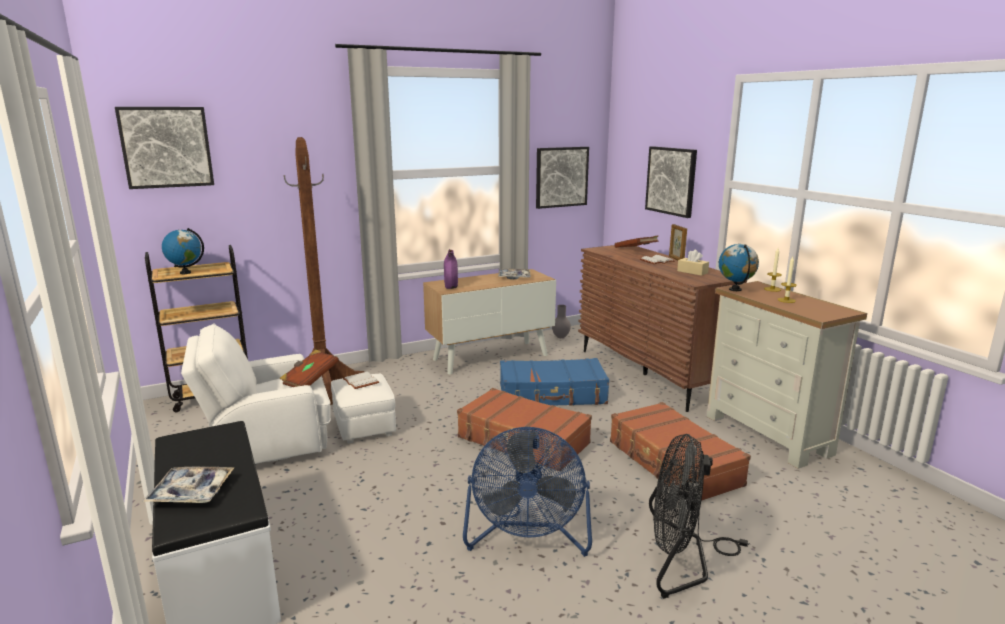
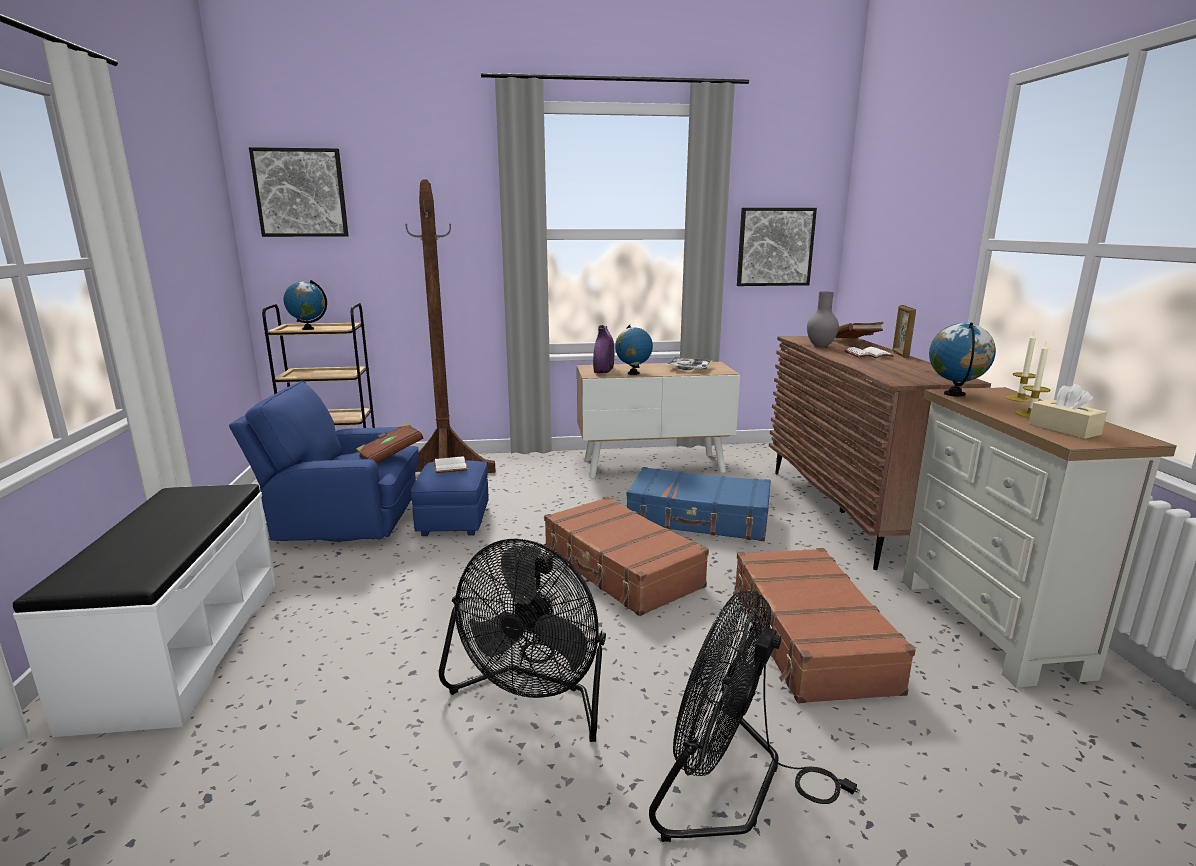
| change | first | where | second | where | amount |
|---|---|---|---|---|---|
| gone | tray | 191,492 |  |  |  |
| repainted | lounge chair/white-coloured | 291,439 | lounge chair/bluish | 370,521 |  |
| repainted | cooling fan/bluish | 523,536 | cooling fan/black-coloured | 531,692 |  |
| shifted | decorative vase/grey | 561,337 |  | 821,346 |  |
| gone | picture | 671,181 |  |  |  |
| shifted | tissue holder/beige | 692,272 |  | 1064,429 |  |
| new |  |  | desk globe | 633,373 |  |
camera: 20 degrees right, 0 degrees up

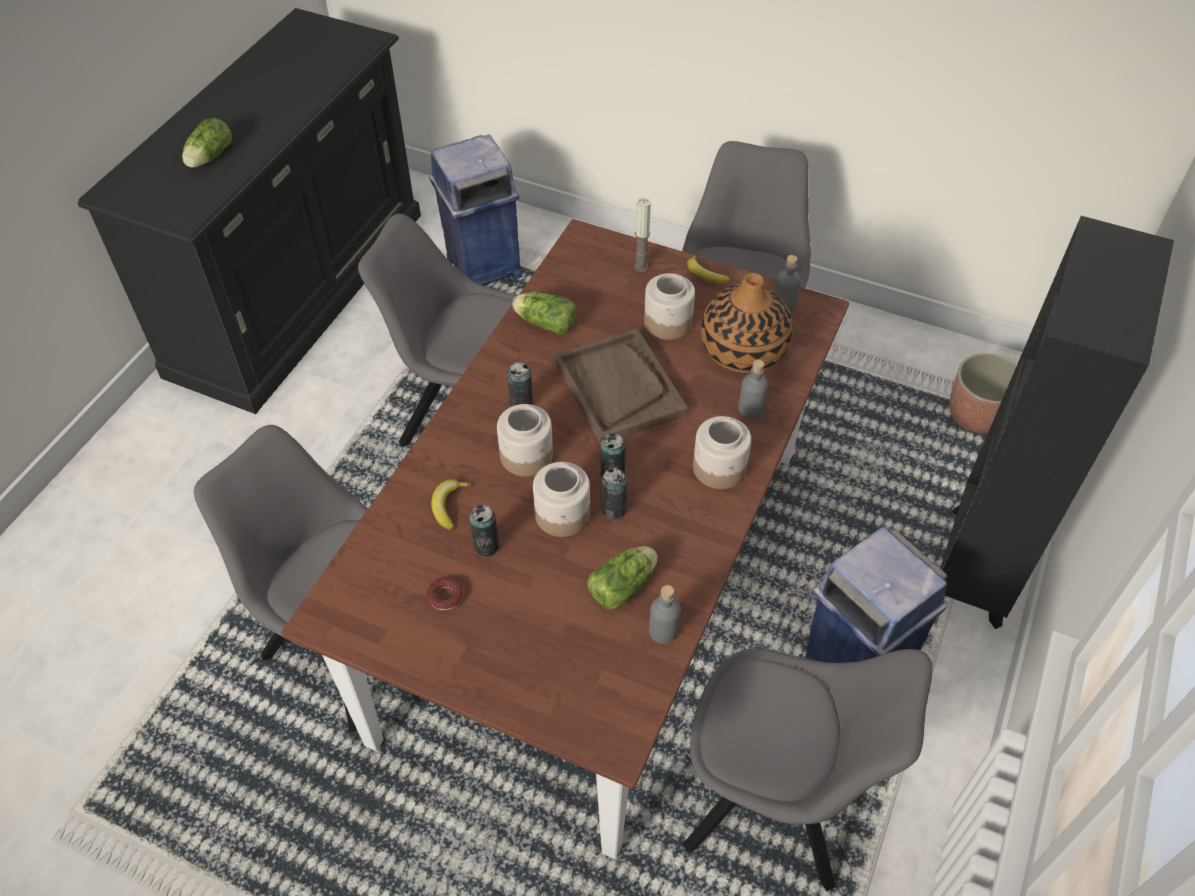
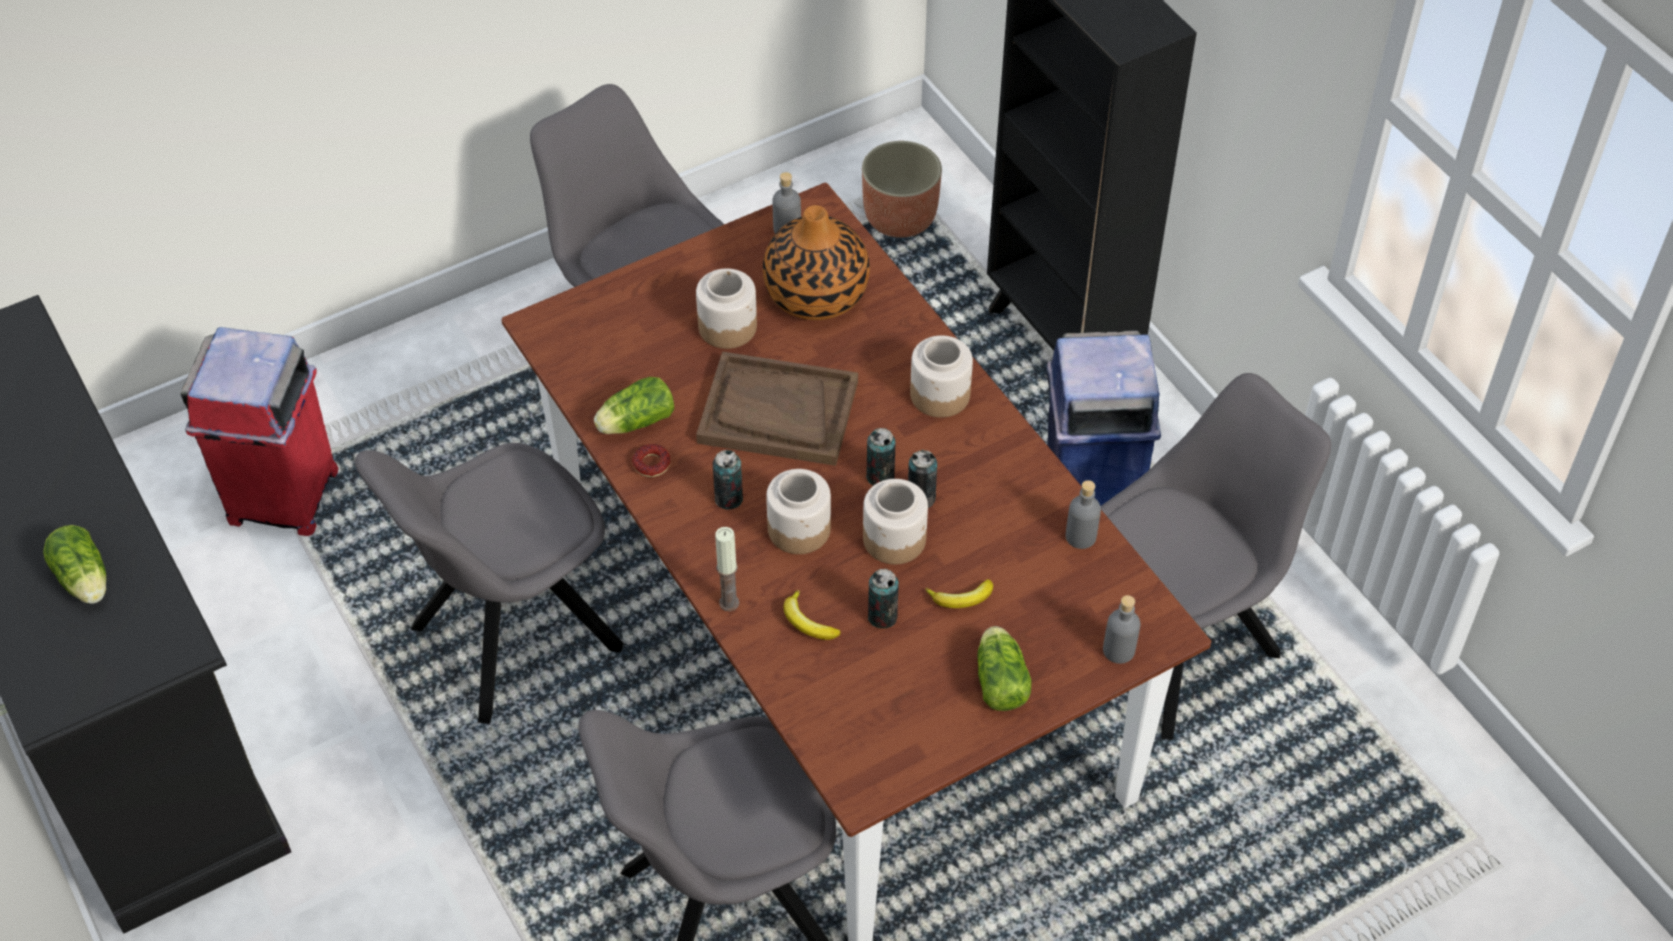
| change | first | where | second | where | amount |
|---|---|---|---|---|---|
| shifted | donut | 445,596 |  | 651,464 |  |
| repainted | rubbish bin/bluish | 482,268 | rubbish bin/reddish | 282,498 |  |
| shifted | lettuce head | 625,585 |  | 1000,679 |  |
| shifted | wax light | 641,267 |  | 729,603 |  |
| shifted | whole banana | 705,275 |  | 961,599 |  |
| shifted | bottle/grey | 750,409 |  | 1119,650 |  |
camera: 55 degrees left, 0 degrees up

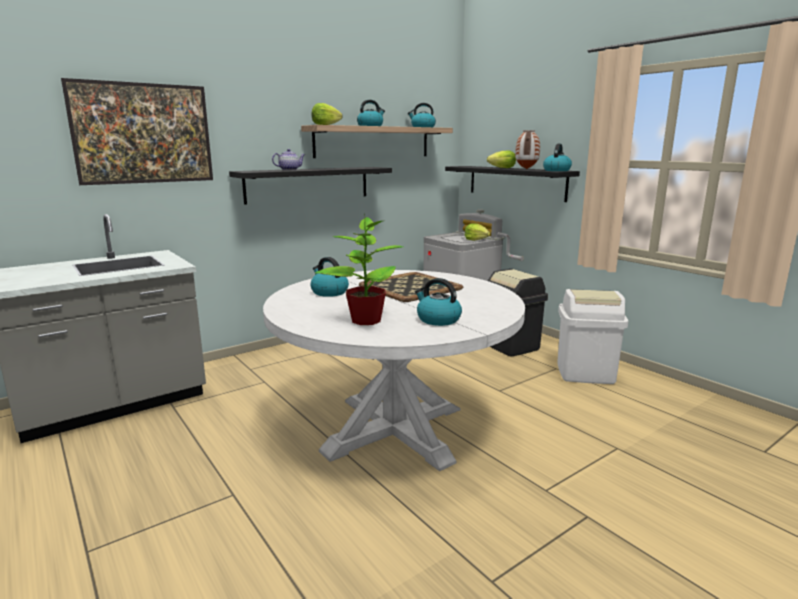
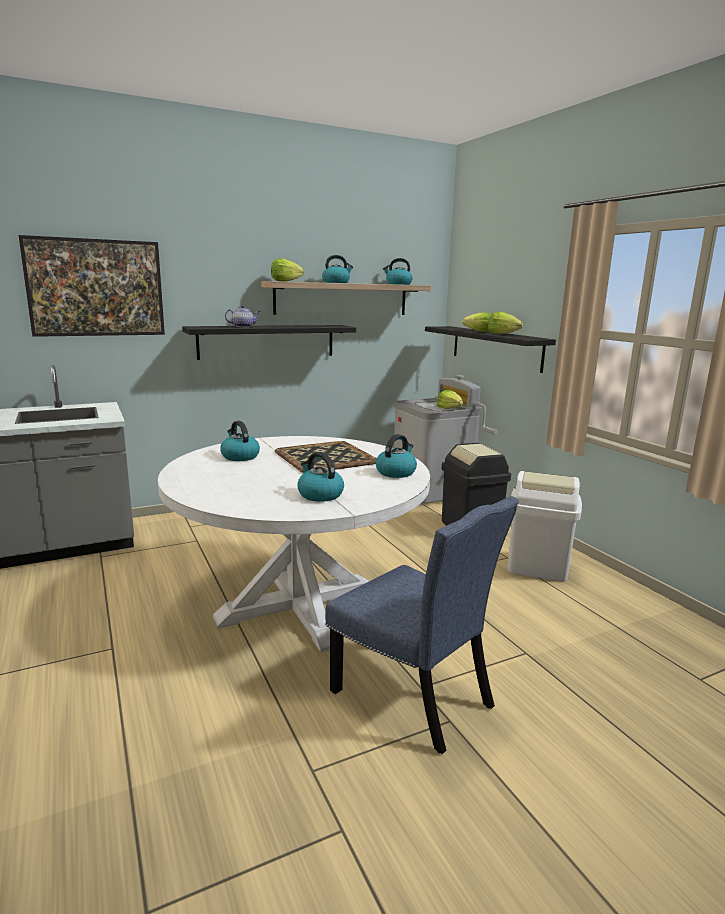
| change | first | where | second | where | amount |
|---|---|---|---|---|---|
| gone | potted plant | 366,320 |  |  |  |
| swapped | decorative vase | 526,169 | lettuce head | 502,334 |  |
| shifted | water kettle | 556,170 |  | 396,472 |  |
| new |  |  | upright chair/bluish | 411,694 |  |
camera: 10 degrees right, 0 degrees up

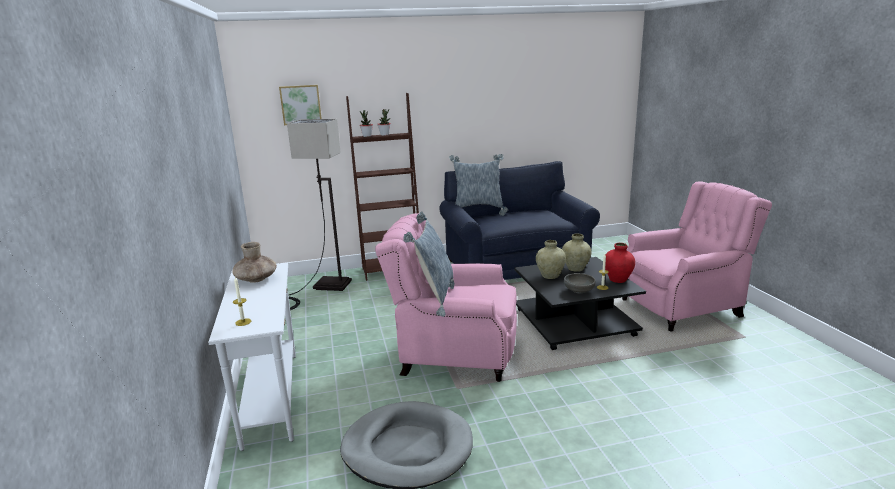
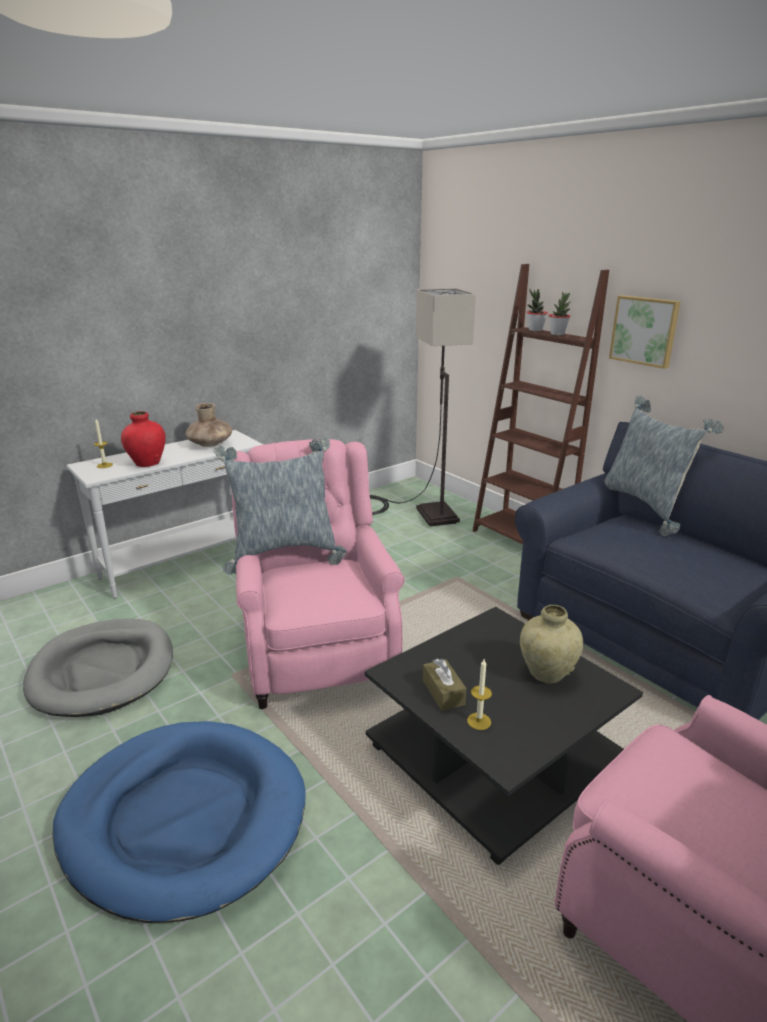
| change | first | where | second | where | amount |
|---|---|---|---|---|---|
| shifted | picture | 300,104 |  | 645,331 |  |
| gone | decorative vase/beige | 550,276 |  |  |  |
| swapped | deep dish/grey | 579,290 | tissue holder/brown | 443,692 |  |
| shifted | decorative vase/reddish | 617,280 |  | 147,463 |  |
| new |  |  | dog cushion/bluish | 184,819 |  |
camera: 65 degrees right, 5 degrees up

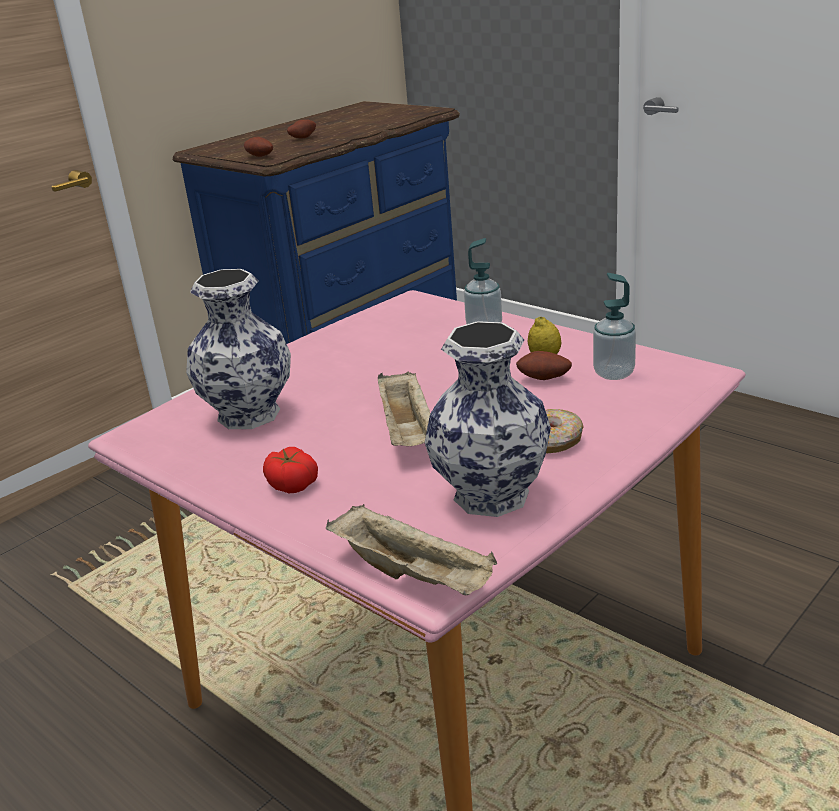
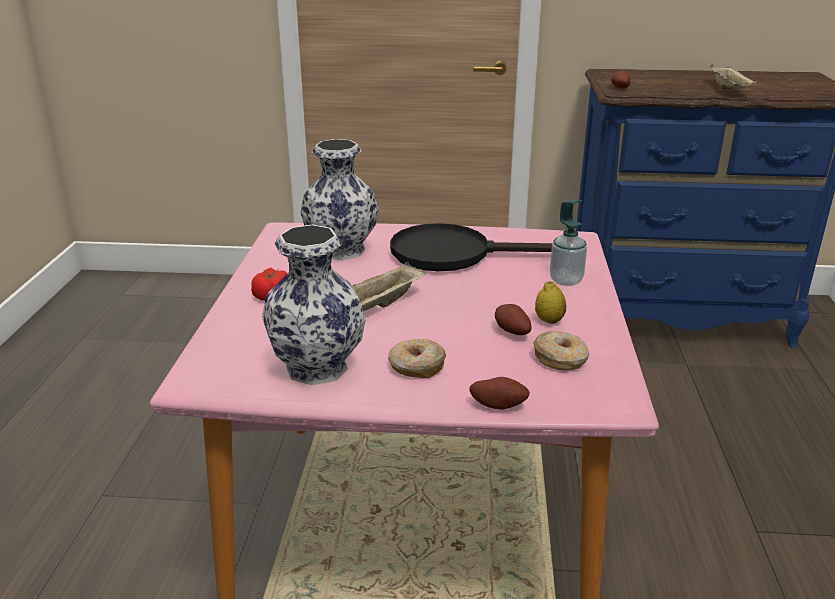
| change | first | where | second | where | amount |
|---|---|---|---|---|---|
| shifted | spud | 302,138 |  | 498,405 |  |
| shifted | tray/beige | 414,575 |  | 729,90 |  |
| swapped | liquid soap bottle | 613,373 | donut | 560,359 |  |
| new |  |  | skillet/black-coloured | 455,254 |  |
camera: 50 degrees right, 0 degrees up

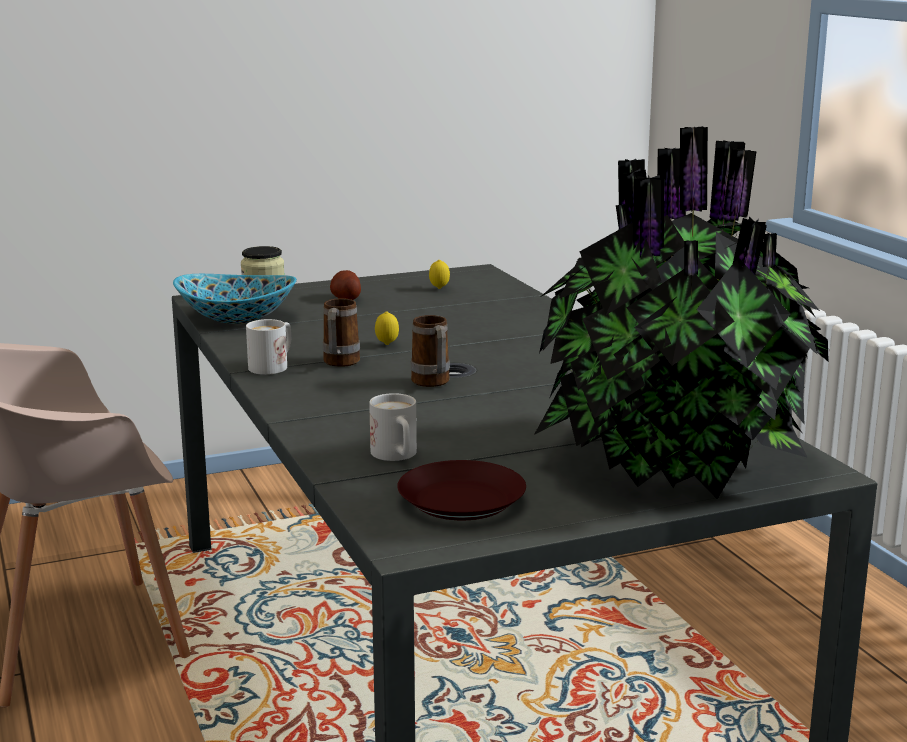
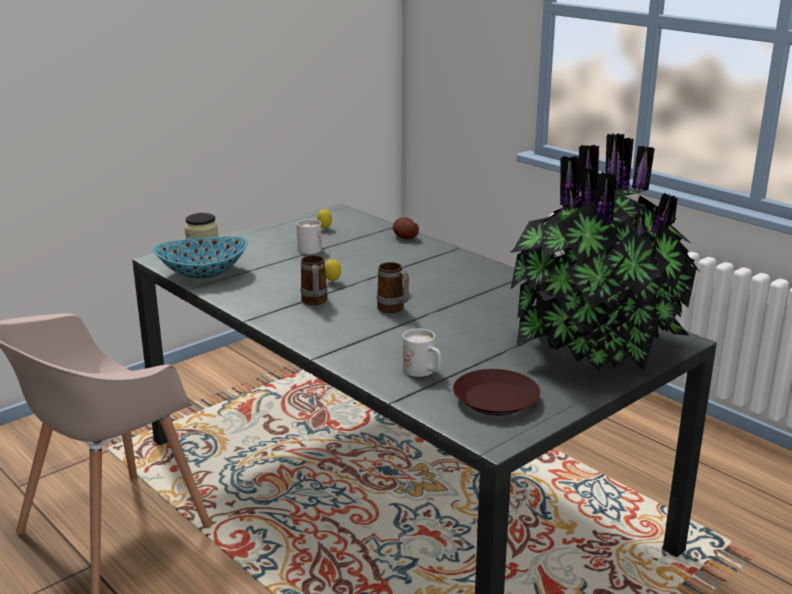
| change | first | where | second | where | amount |
|---|---|---|---|---|---|
| shifted | mug/white-coloured | 273,366 |  | 311,248 |  |
| shifted | spud | 346,298 |  | 405,237 |  |
camera: 20 degrees left, 5 degrees up

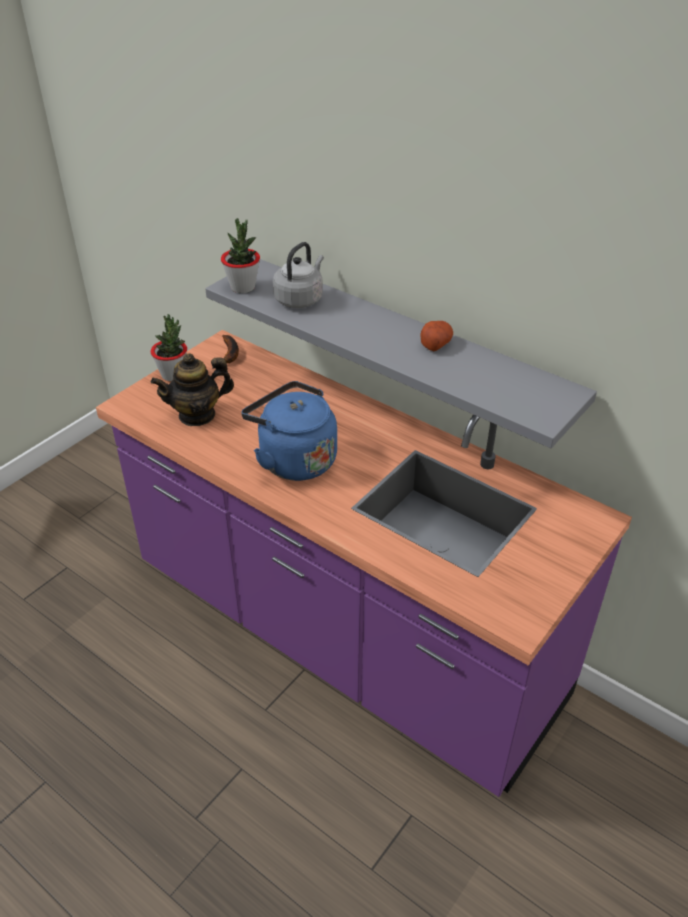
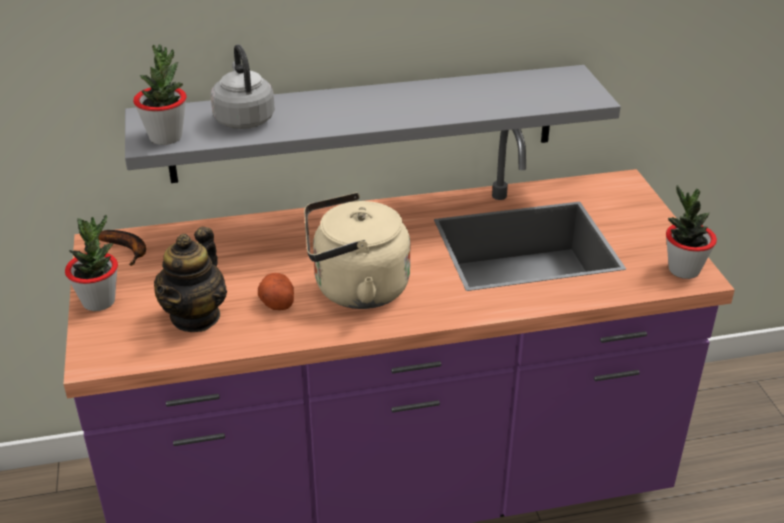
| change | first | where | second | where | amount |
|---|---|---|---|---|---|
| repainted | water kettle/bluish | 293,459 | water kettle/beige | 355,289 |  |
| shifted | spud | 435,344 |  | 276,301 |  |
| new |  |  | potted plant | 683,270 |  |
camera: 50 degrees left, 5 degrees down

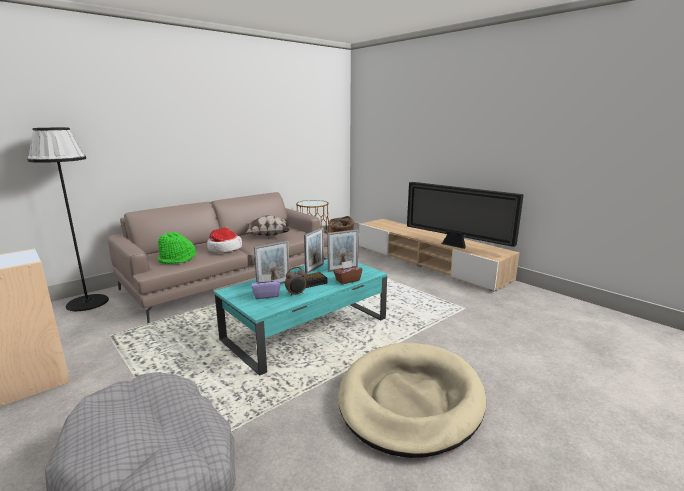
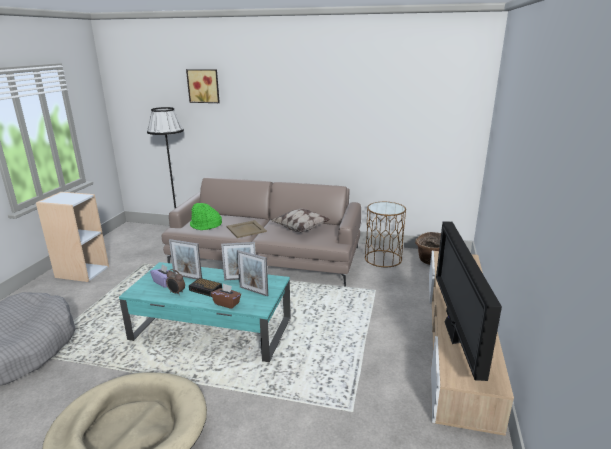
| change | first | where | second | where | amount |
|---|---|---|---|---|---|
| swapped | clothing hat | 224,249 | tray/beige | 246,229 |  |
| new |  |  | picture | 204,86 |  |
camera: 55 degrees right, 5 degrees up

